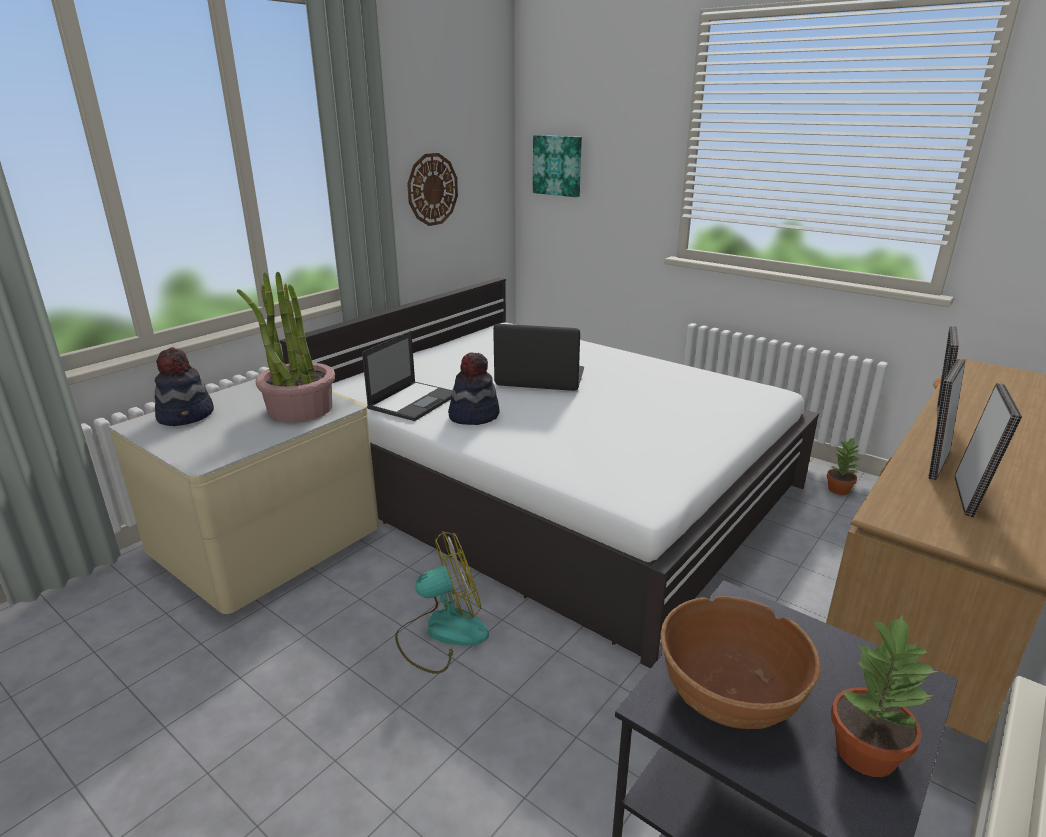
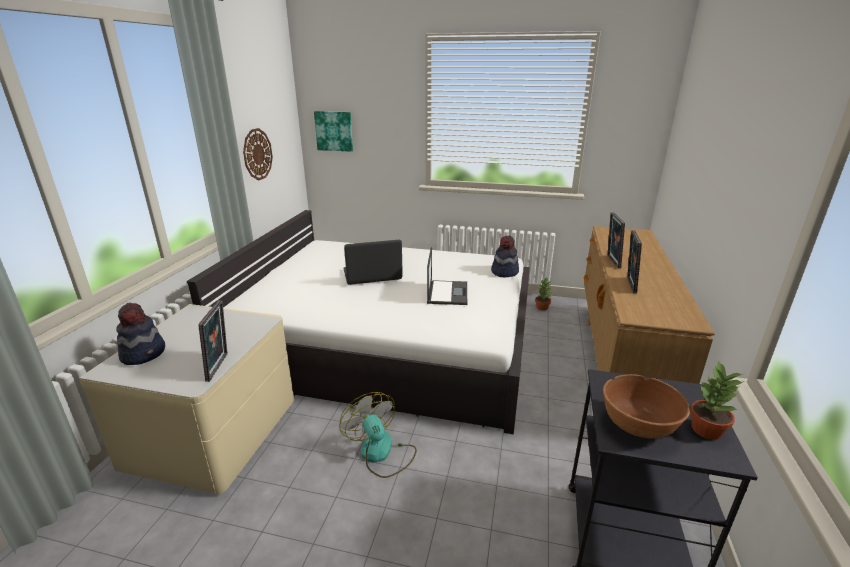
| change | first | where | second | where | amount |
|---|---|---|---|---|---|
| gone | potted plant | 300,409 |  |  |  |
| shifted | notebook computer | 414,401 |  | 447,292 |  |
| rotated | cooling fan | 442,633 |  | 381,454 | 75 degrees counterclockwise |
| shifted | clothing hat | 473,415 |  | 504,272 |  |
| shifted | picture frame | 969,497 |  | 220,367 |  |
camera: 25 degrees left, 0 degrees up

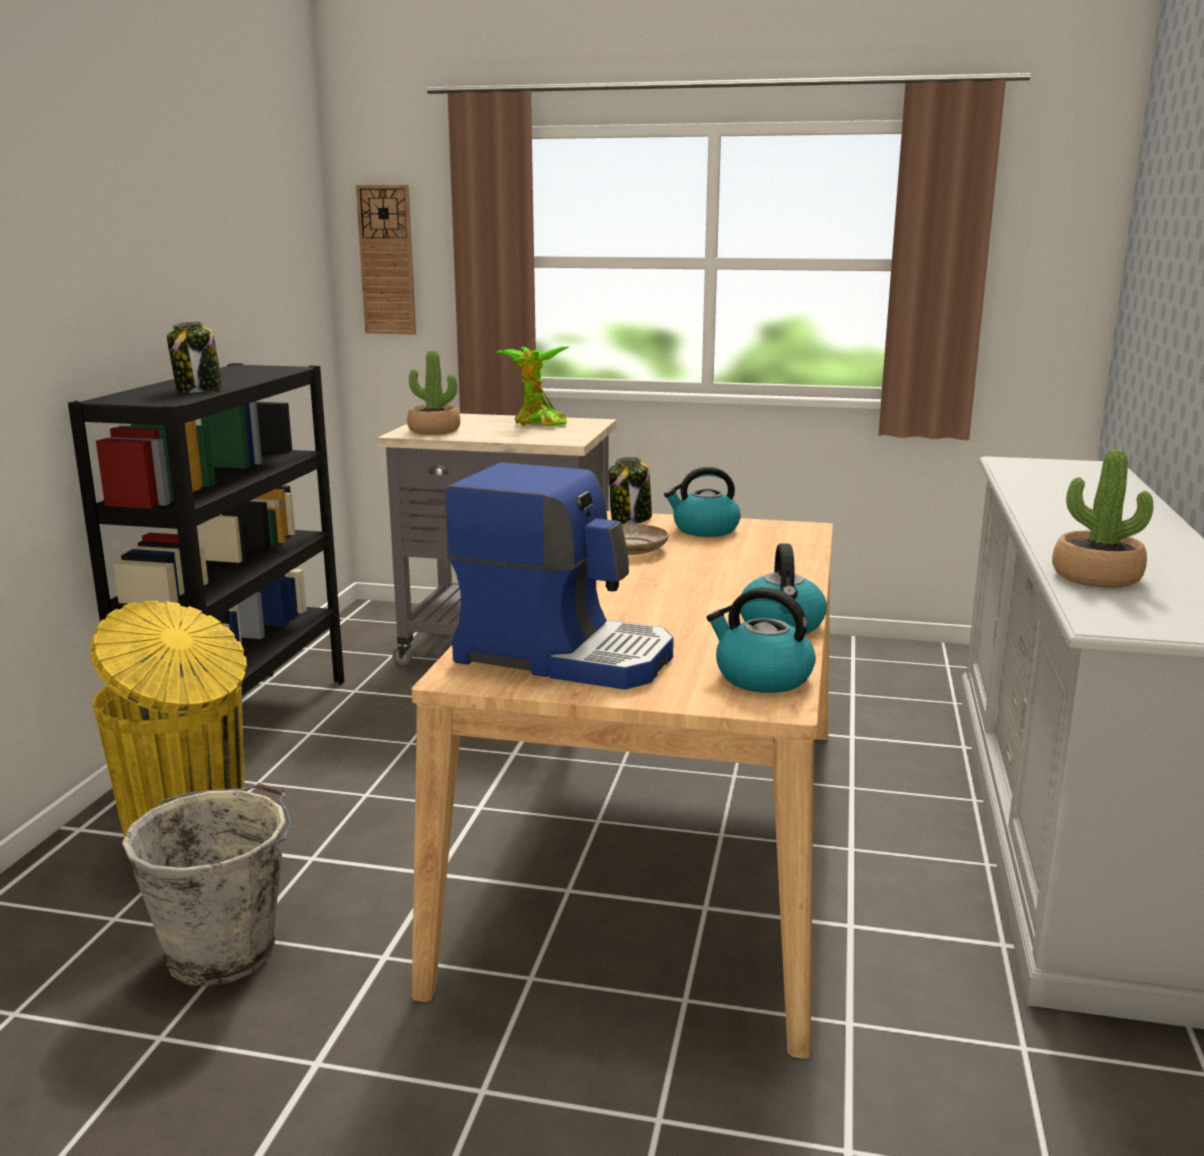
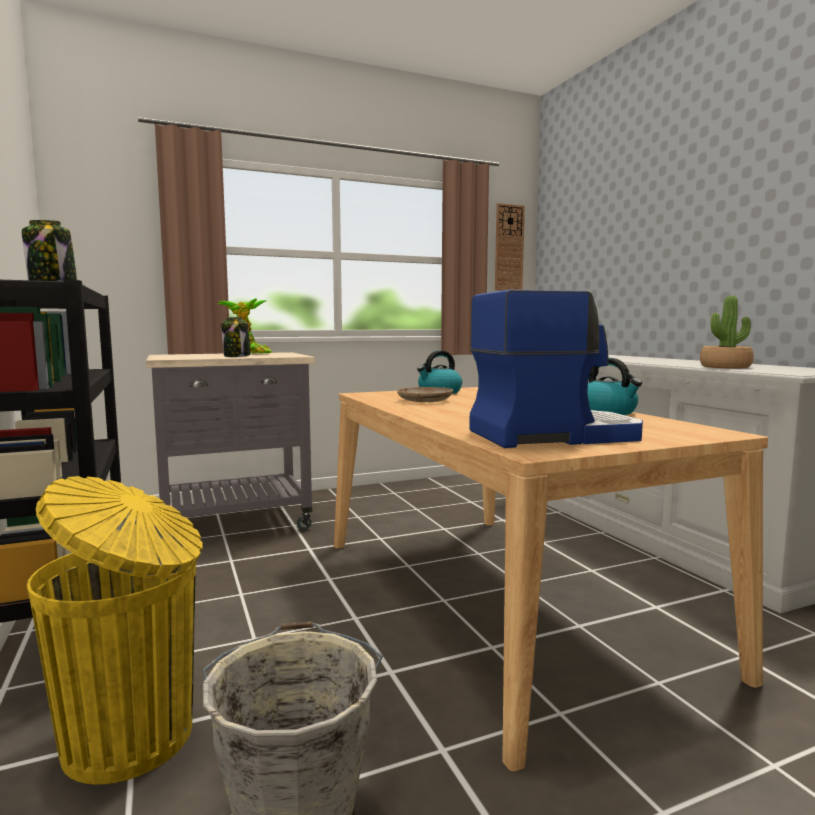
| change | first | where | second | where | amount |
|---|---|---|---|---|---|
| shifted | wall clock | 387,260 |  | 509,248 |  |
| gone | potted plant | 434,430 |  |  |  |
| shifted | jar | 631,519 |  | 237,356 |  |
| gone | water kettle | 761,677 |  |  |  |
camera: 35 degrees left, 10 degrees down

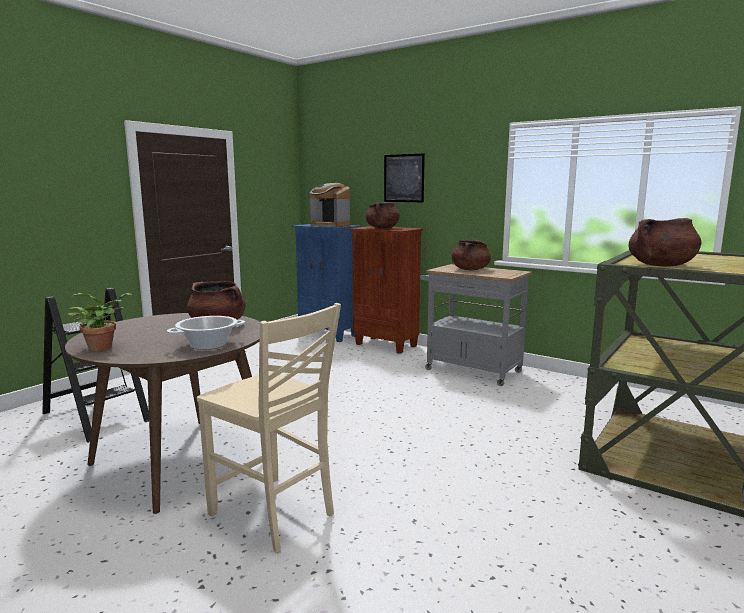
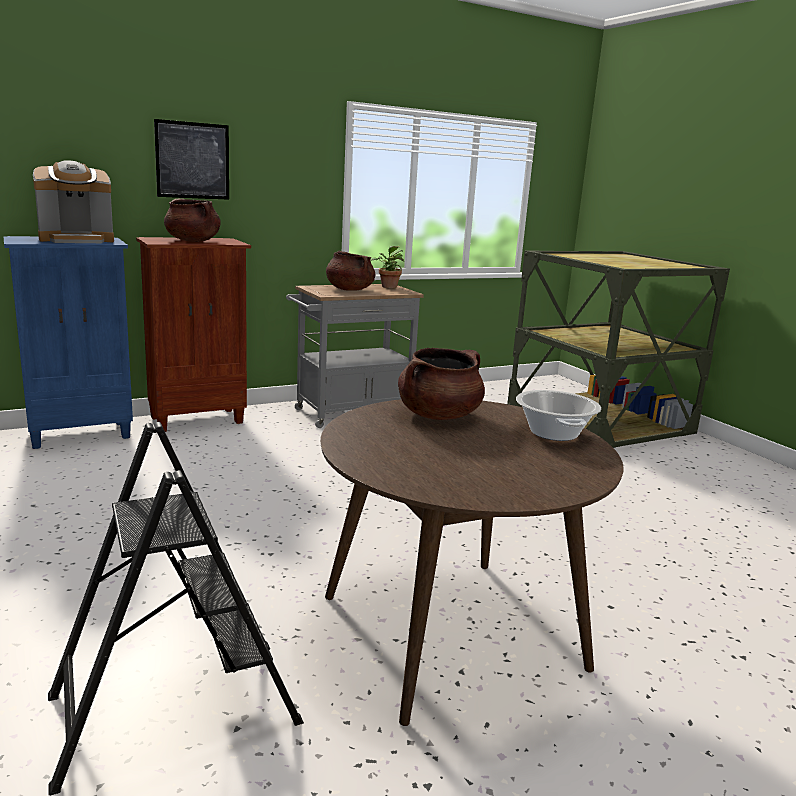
| change | first | where | second | where | amount |
|---|---|---|---|---|---|
| shifted | potted plant | 103,347 |  | 388,286 |  |
| gone | upright chair/beige | 274,515 |  |  |  |
| gone | stockpot/brown | 661,265 |  |  |  |
camera: 65 degrees left, 5 degrees up

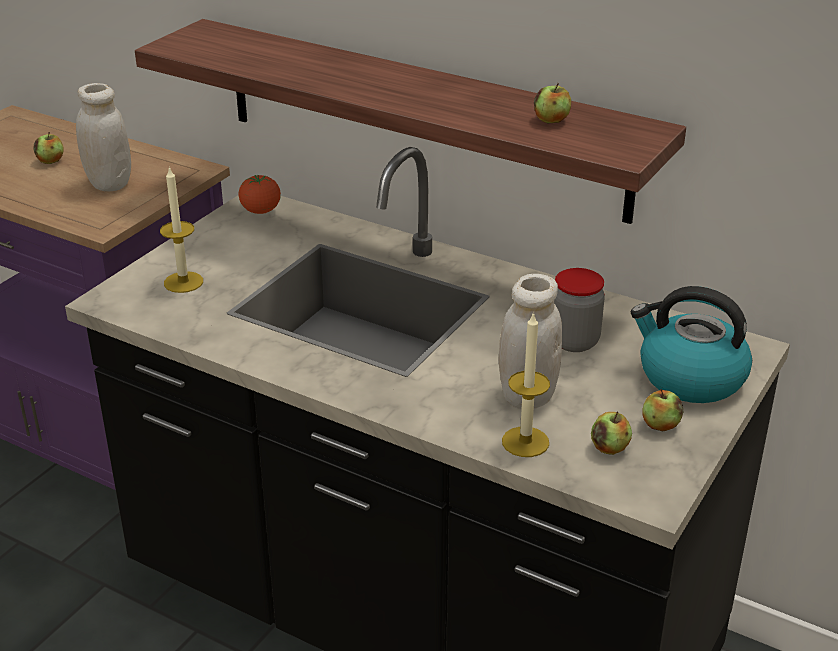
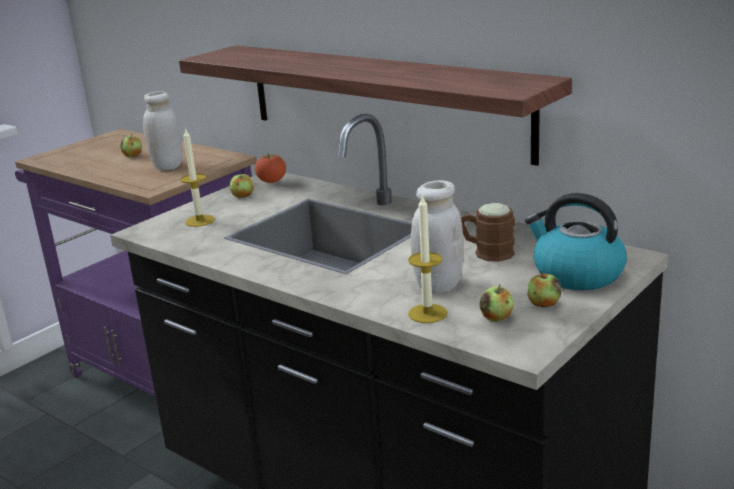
| change | first | where | second | where | amount |
|---|---|---|---|---|---|
| shifted | apple fruit | 551,120 |  | 242,196 |  |
| swapped | jar | 574,341 | mug/brown | 487,253 |  |
camera: 10 degrees right, 10 degrees down

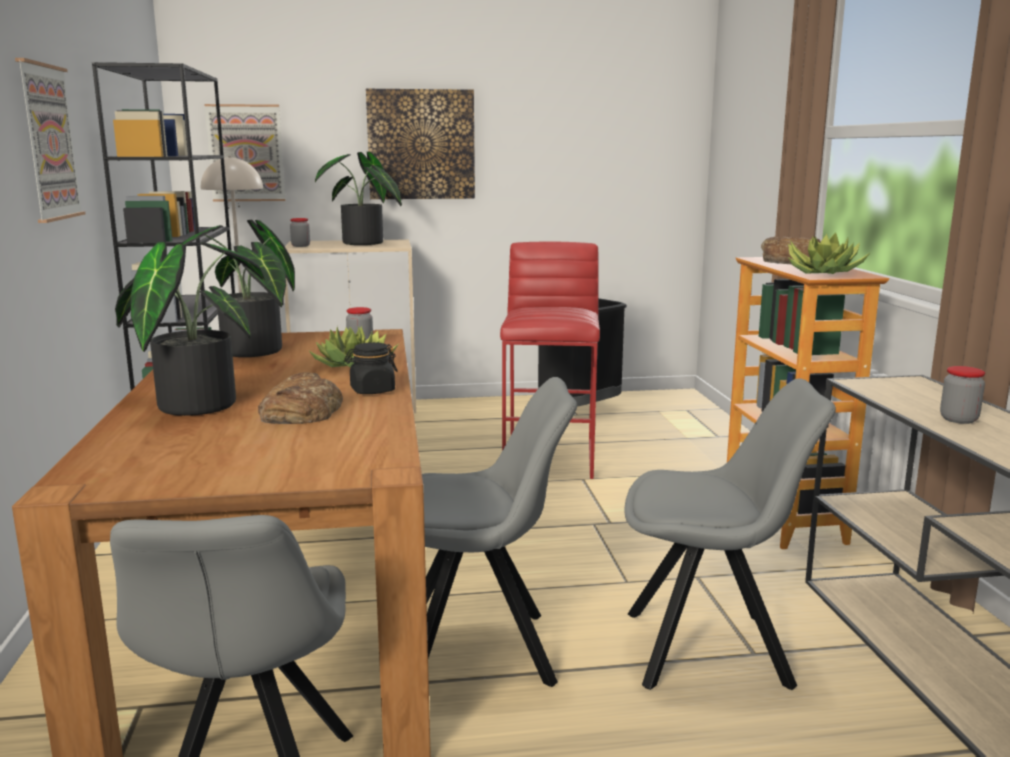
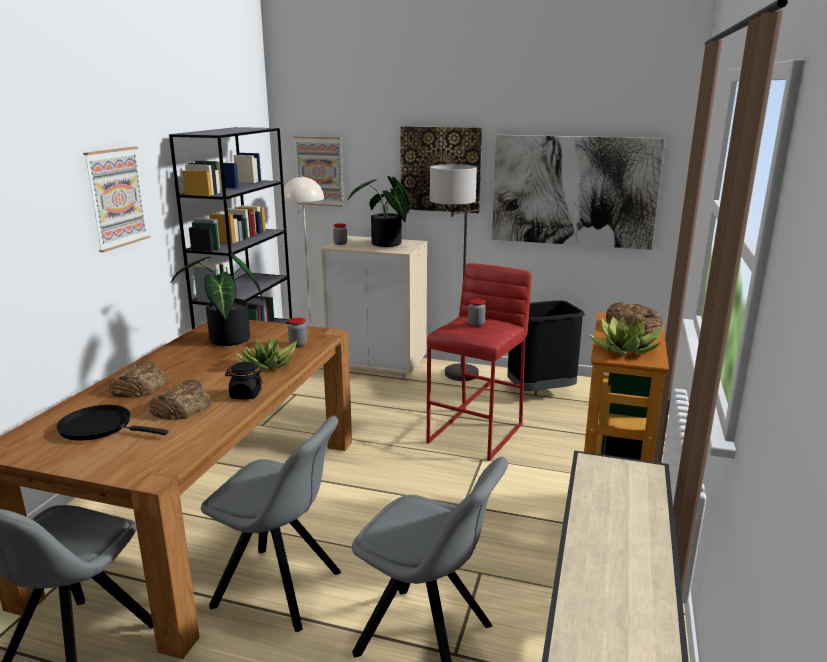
| change | first | where | second | where | amount |
|---|---|---|---|---|---|
| swapped | potted plant | 195,403 | bread | 139,386 |  |
| shifted | jar | 958,419 |  | 476,324 |  |
| new |  |  | skillet/black-coloured | 100,427 |  |
| new |  |  | standing lamp/grey | 453,376 |  |
| new |  |  | picture | 573,191 |  |
camera: 25 degrees right, 5 degrees up

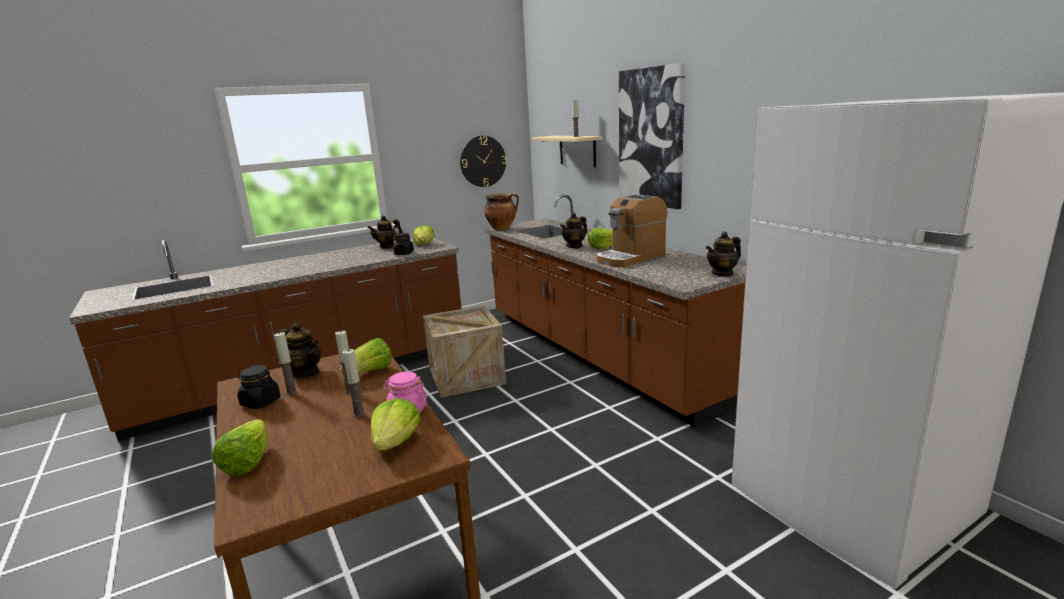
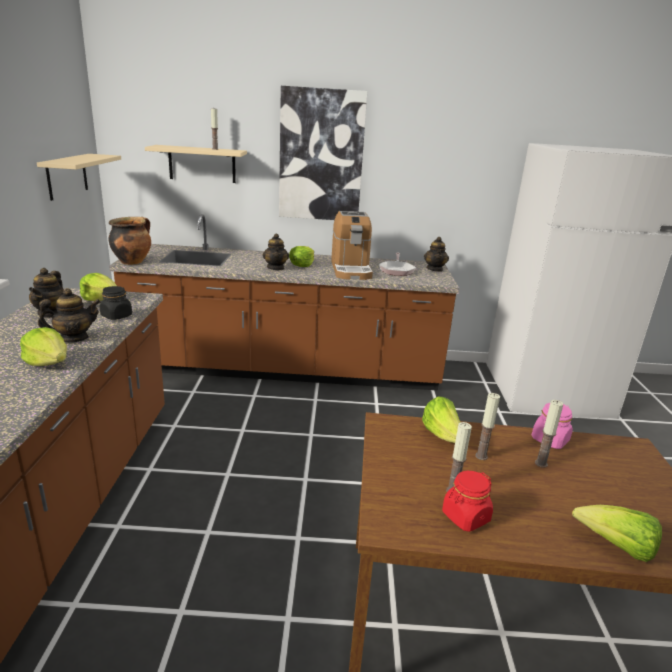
| change | first | where | second | where | amount |
|---|---|---|---|---|---|
| repainted | jar/black-coloured | 260,402 | jar/reddish | 465,517 |  |
| shifted | teapot | 305,372 |  | 74,338 |  |
| shifted | lettuce head | 396,442 |  | 48,362 |  |
| gone | shipping crate | 466,377 |  |  |  |
| swapped | wall clock | 483,161 | shelf/beige | 67,176 |  |
| new |  |  | skillet | 396,270 |  |
camera: 60 degrees left, 5 degrees up

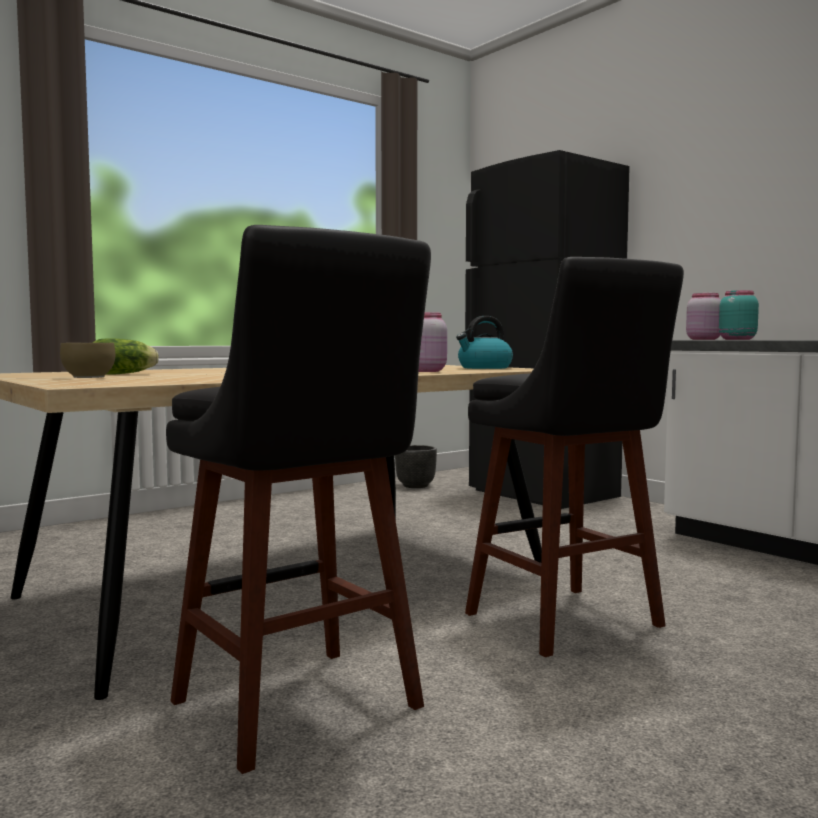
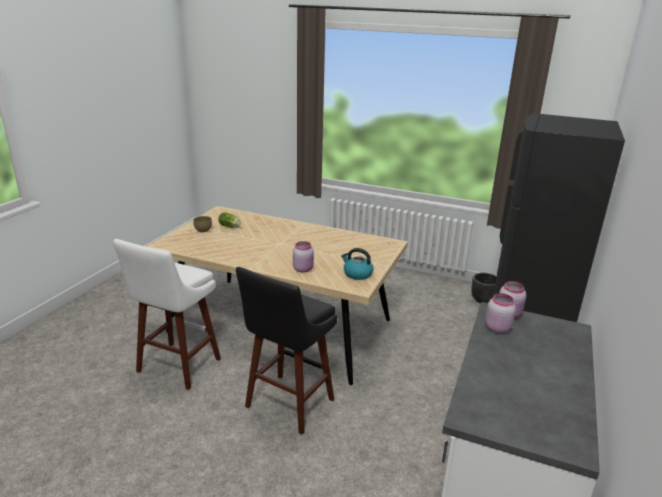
| change | first | where | second | where | amount |
|---|---|---|---|---|---|
| repainted | stool seat/black-coloured | 300,709 | stool seat/white-coloured | 176,367 |  |
| repainted | jar/turquoise | 736,339 | jar/pinkish | 497,328 |  |
camera: 60 degrees right, 20 degrees up

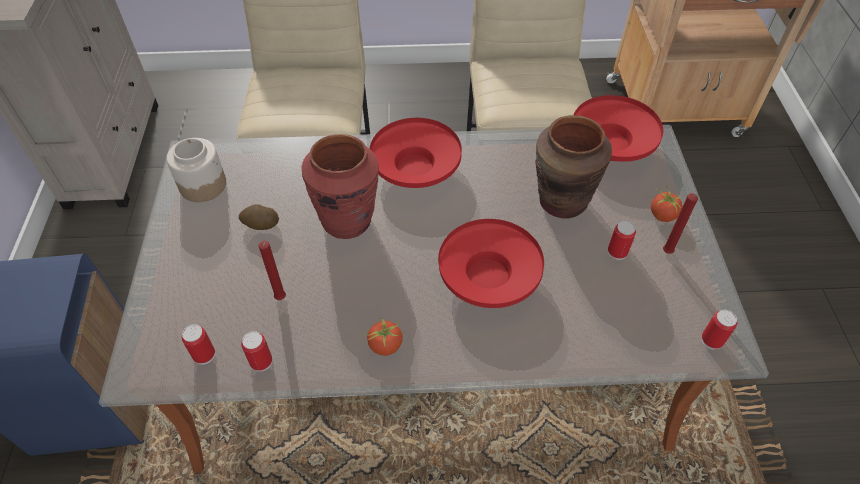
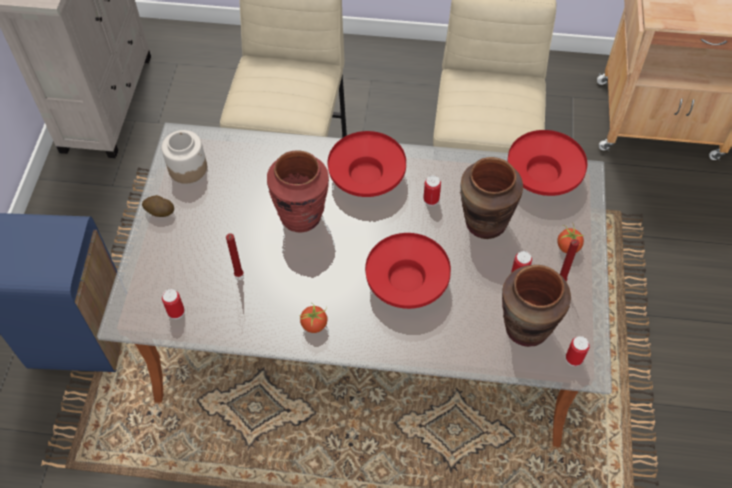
| change | first | where | second | where | amount |
|---|---|---|---|---|---|
| shifted | spud | 261,225 |  | 159,212 |  |
| shifted | metal can | 261,362 |  | 431,199 |  |
| new |  |  | decorative vase/brown | 526,328 |  |
camera: 10 degrees right, 5 degrees up

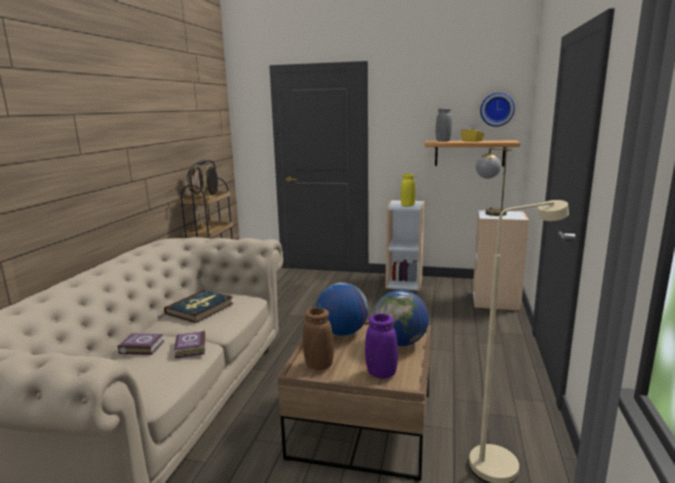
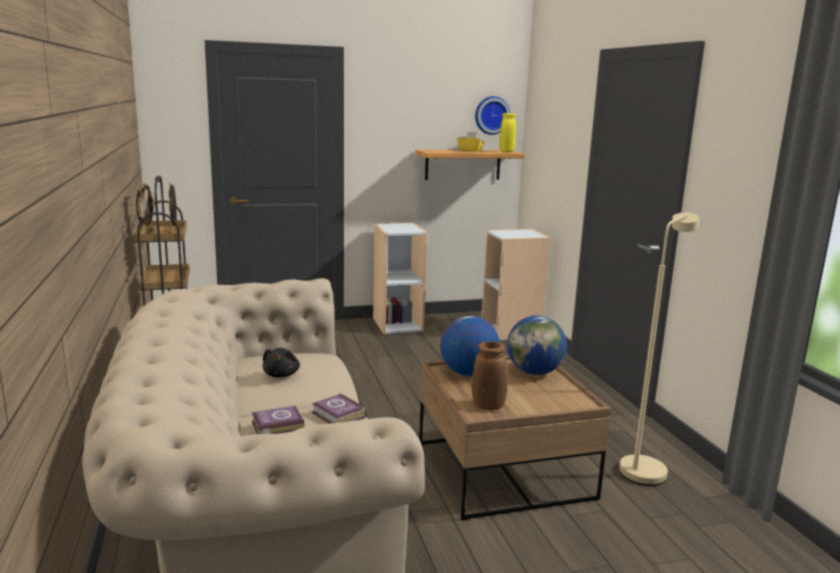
| change | first | where | second | where | amount |
|---|---|---|---|---|---|
| swapped | book | 200,308 | soft toy/black-coloured | 281,374 |  |
| gone | decorative vase/purplish | 381,373 |  |  |  |
| shifted | decorative vase/yellow-coloured | 407,205 |  | 506,152 |  |
| gone | decorative vase/grey | 443,141 |  |  |  |
| gone | tabletop lamp | 489,212 |  |  |  |
camera: 30 degrees left, 0 degrees up

